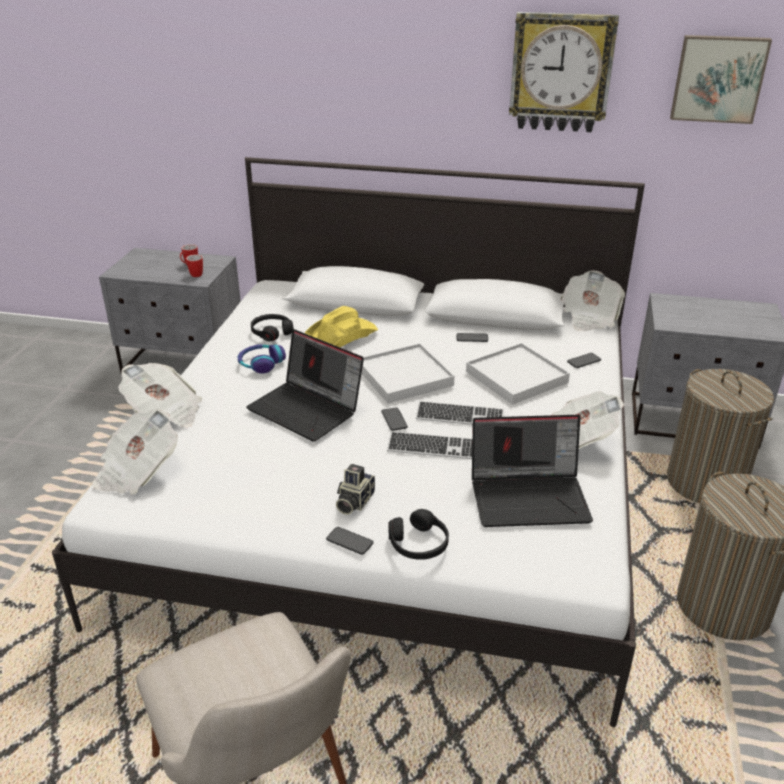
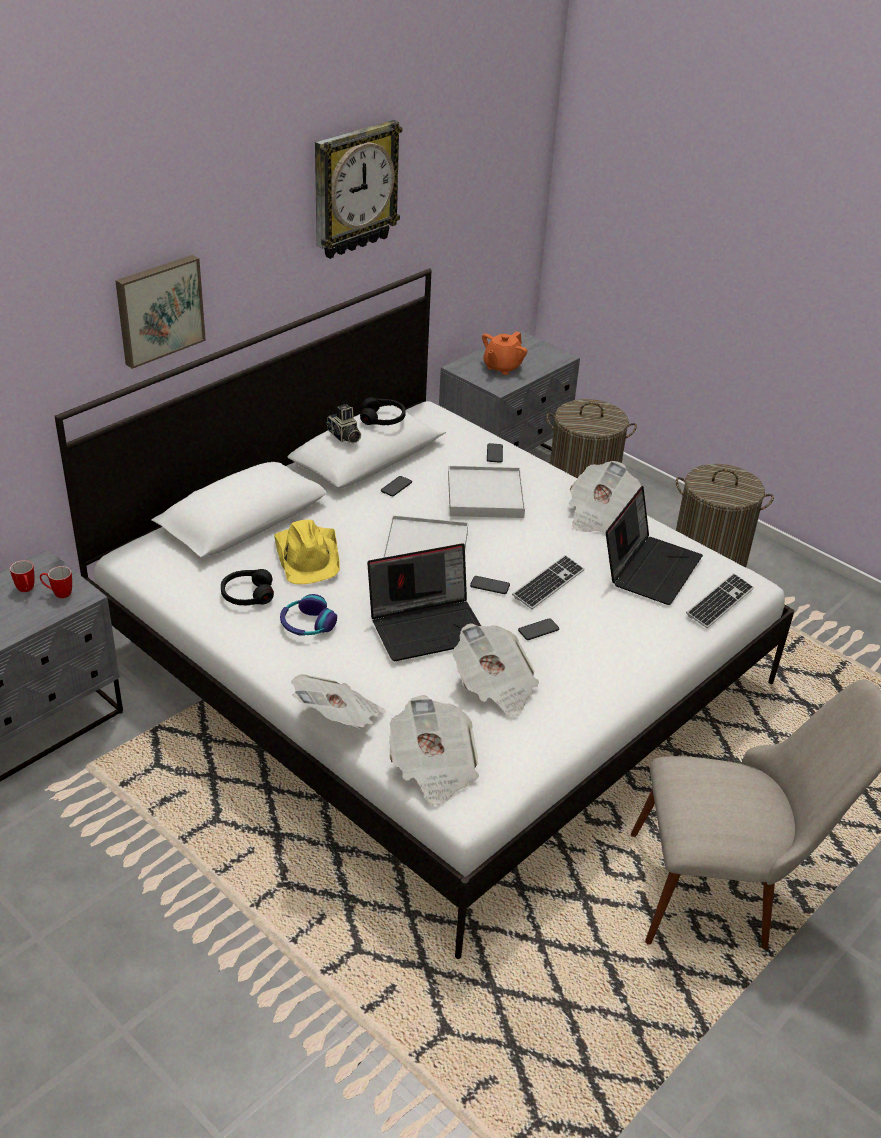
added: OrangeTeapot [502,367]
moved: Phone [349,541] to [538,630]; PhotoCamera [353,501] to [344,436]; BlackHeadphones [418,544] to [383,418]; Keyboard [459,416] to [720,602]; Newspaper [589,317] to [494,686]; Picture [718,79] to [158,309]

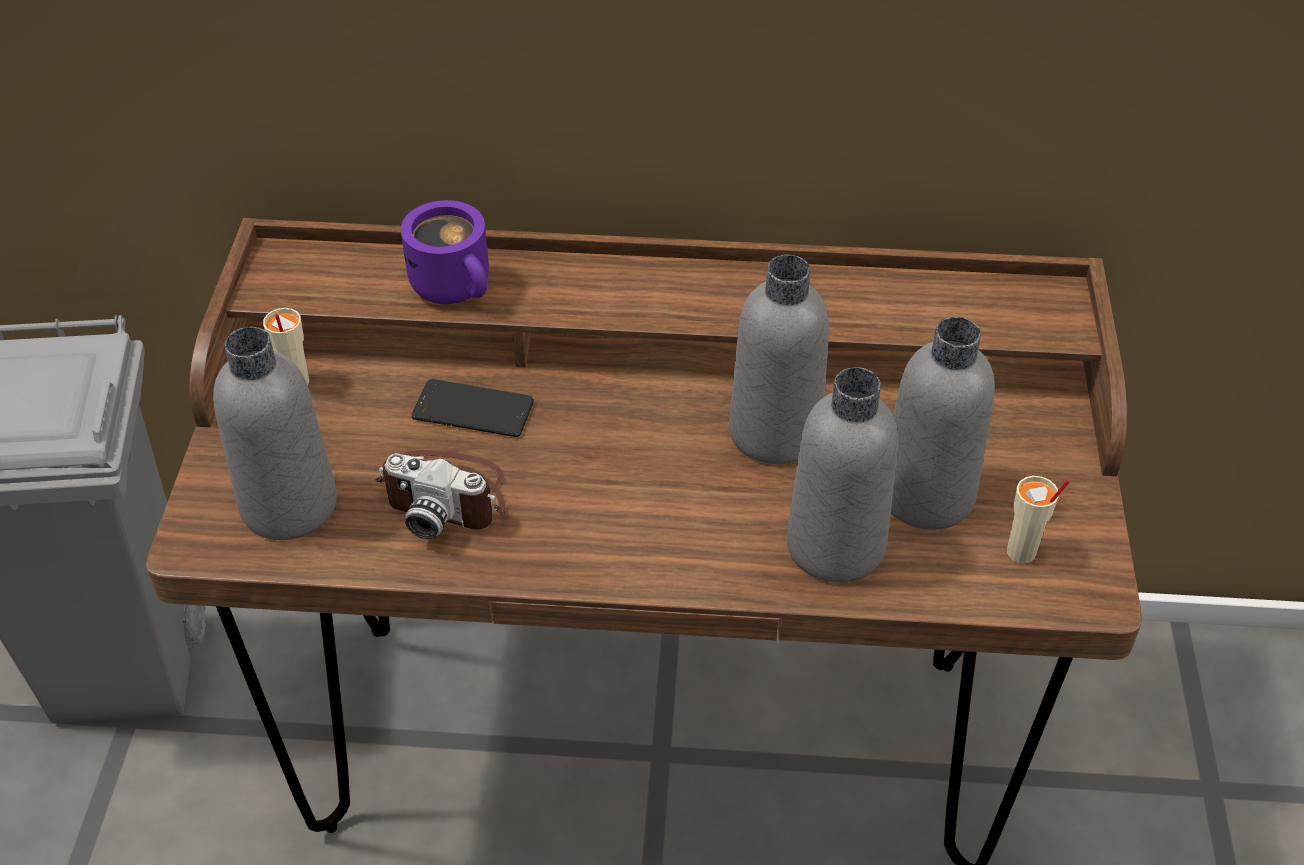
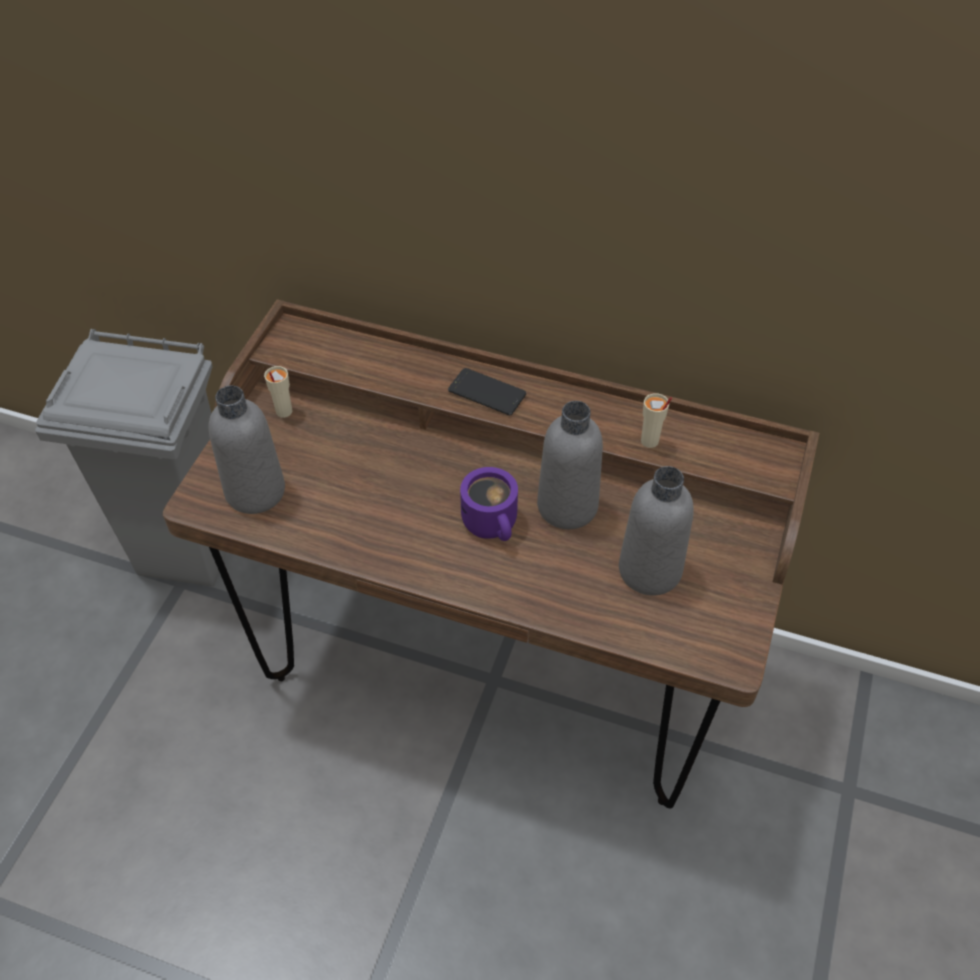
removed: PhotoCamera [446,495]; GreyBottle [835,546]
moved: PurpleMug [457,286] to [493,523]; Phone [473,410] to [487,392]; BeigeCup [1022,553] to [649,441]

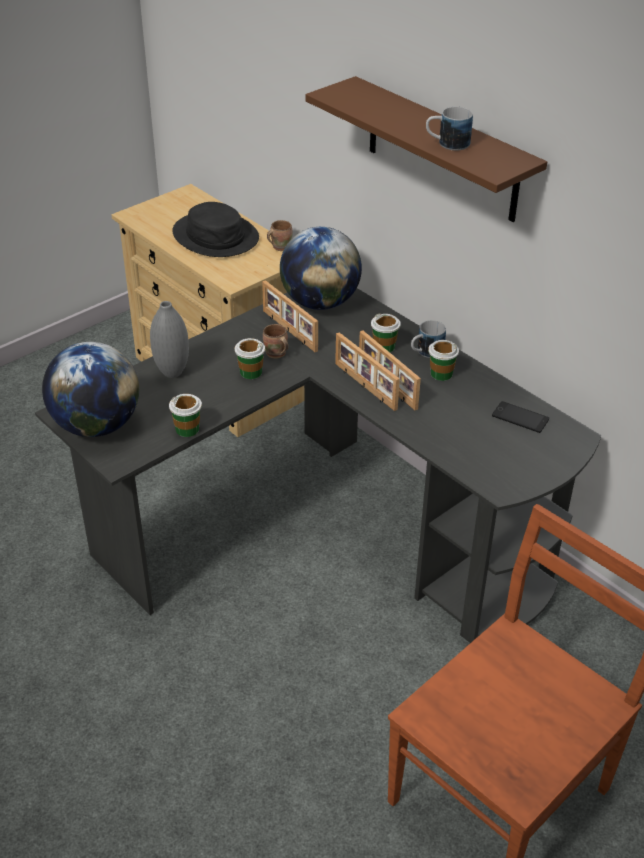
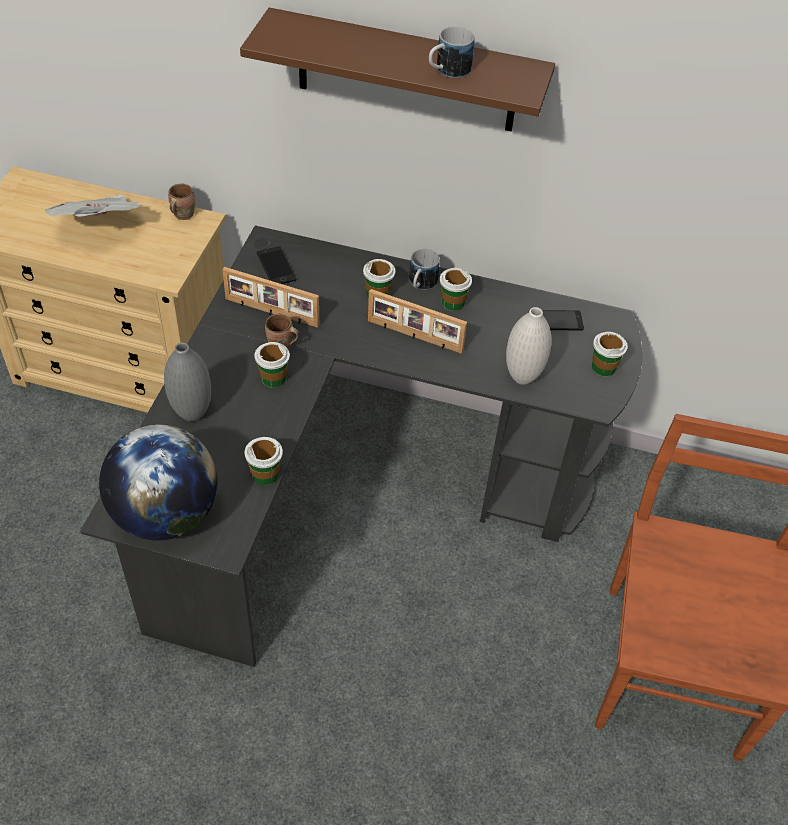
removed: PictureFrame [364,386]
added: WhiteVase [522,377]; Cup [603,367]
replaced: BlackHat [216,236] to Newspaper [101,225]; Globe [320,303] to Phone [276,266]

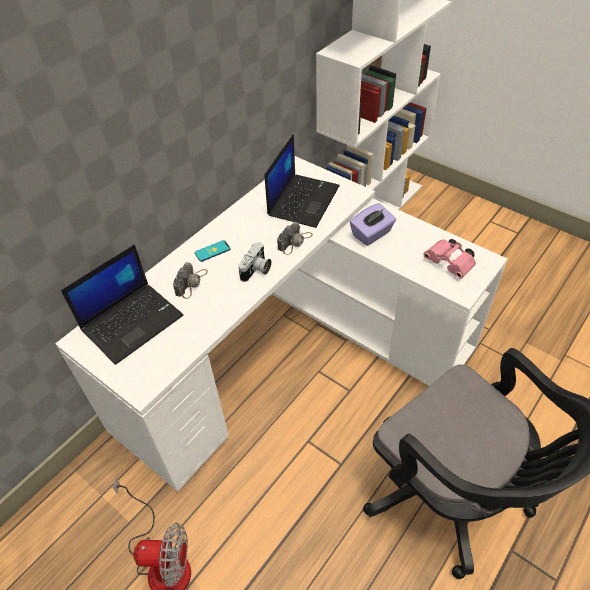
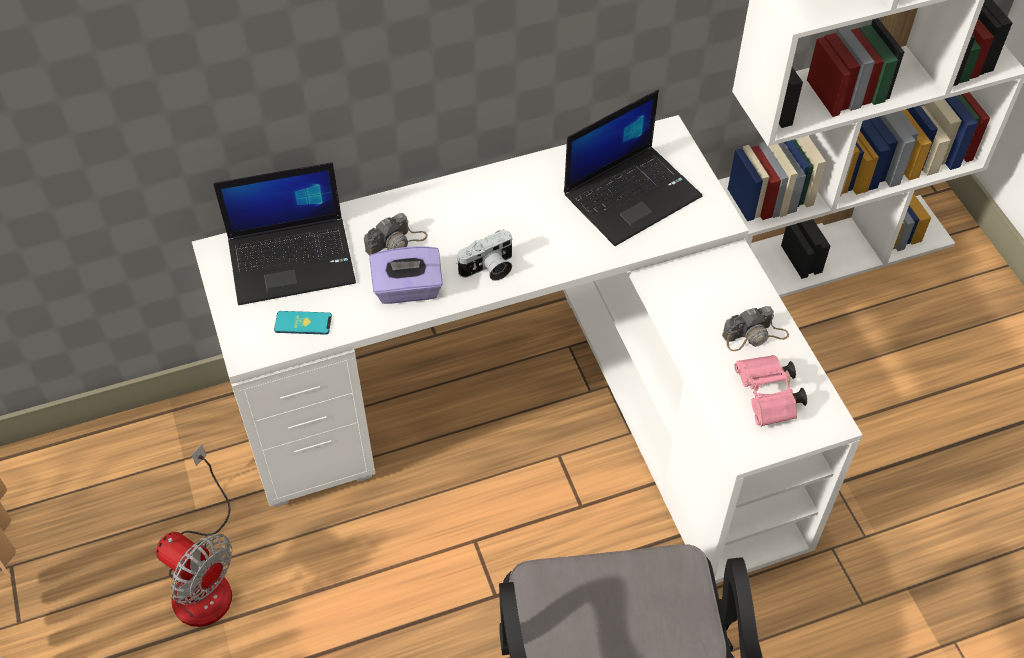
moved: Phone [212,251] to [303,323]; PhotoCamera [295,242] to [755,335]; PurpleTissueBox [372,234] to [408,290]

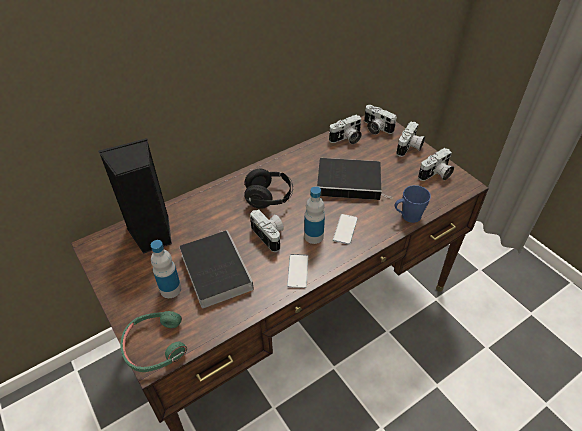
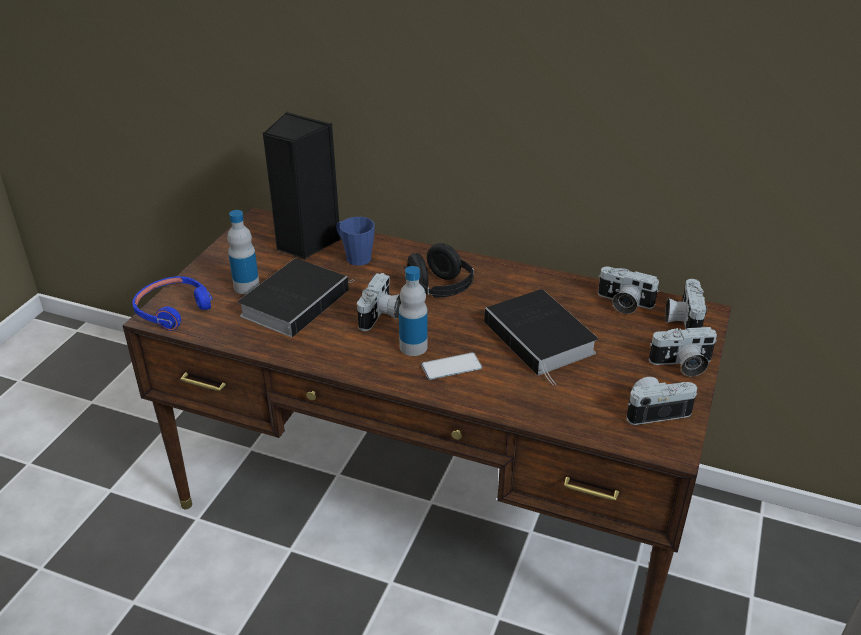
removed: Phone [298,271]
moved: BlueMug [407,216] to [355,257]
recoloured: GreenHeadphones [155,346] to BlueHeadphones [173,309]
turned: PhotoCamera [436,174] = [655,410] 150 degrees clockwise

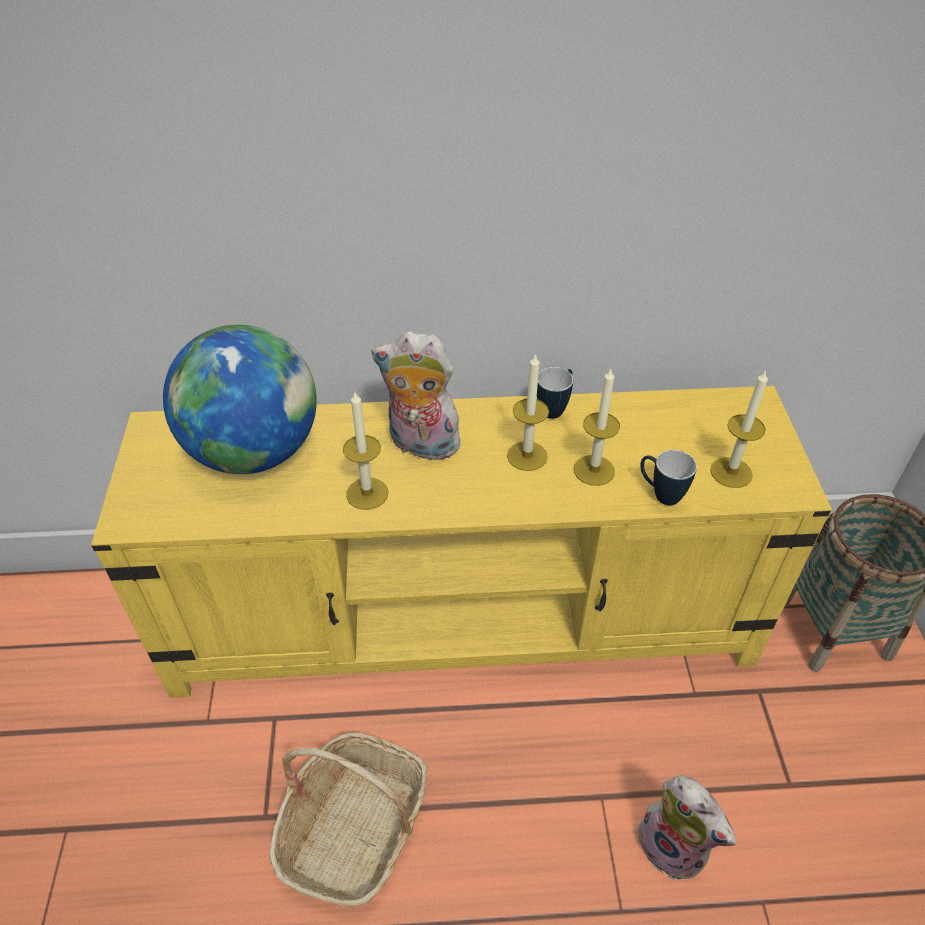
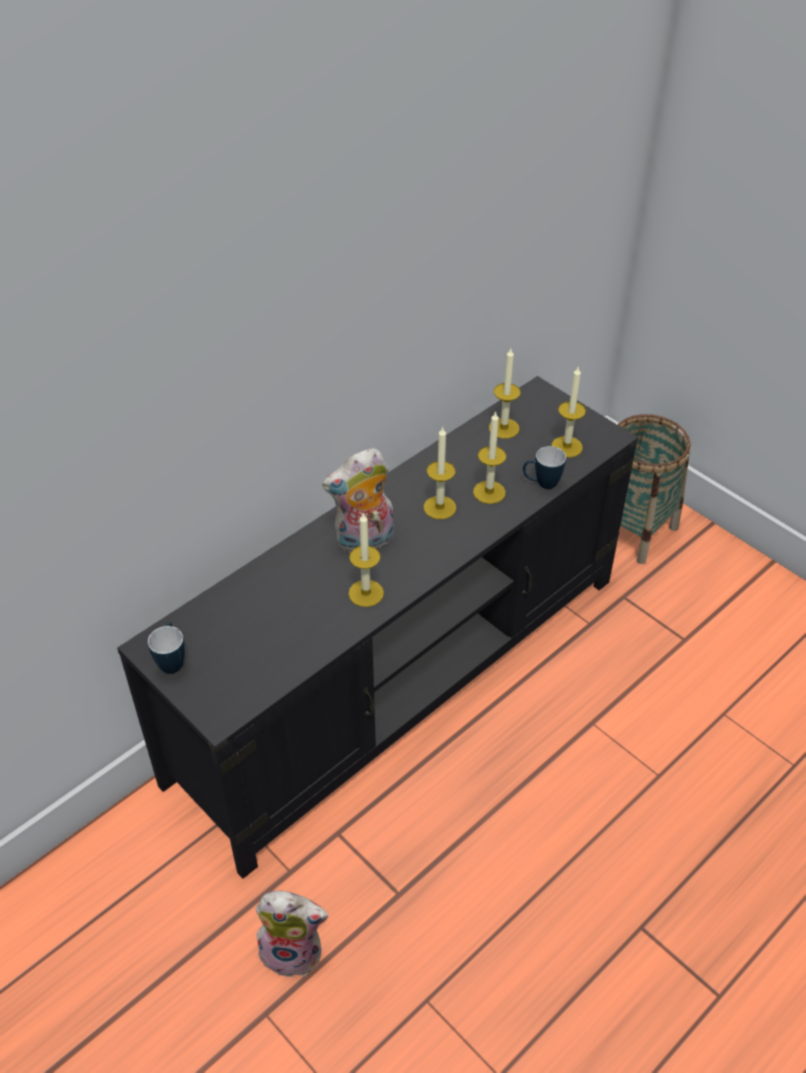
removed: Globe [254,451]; Basket [355,827]
added: Candle [504,428]
moved: Mug [555,408] to [172,661]; PlushToy [675,846] to [293,950]
recoloured: YellowTvStand [464,618] to BlackTvStand [402,676]

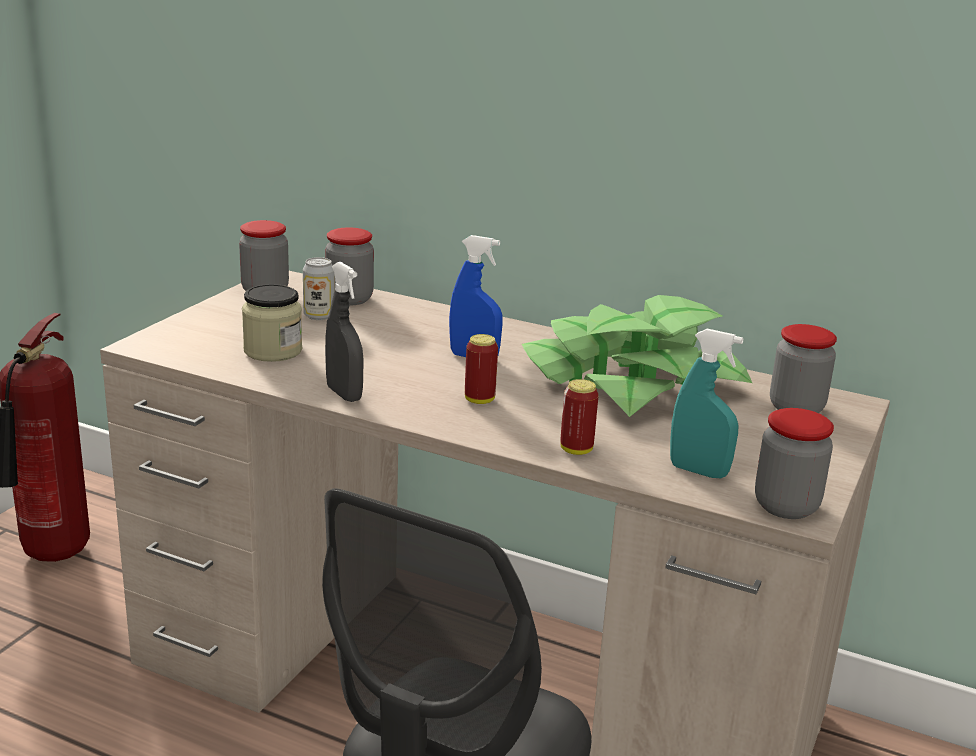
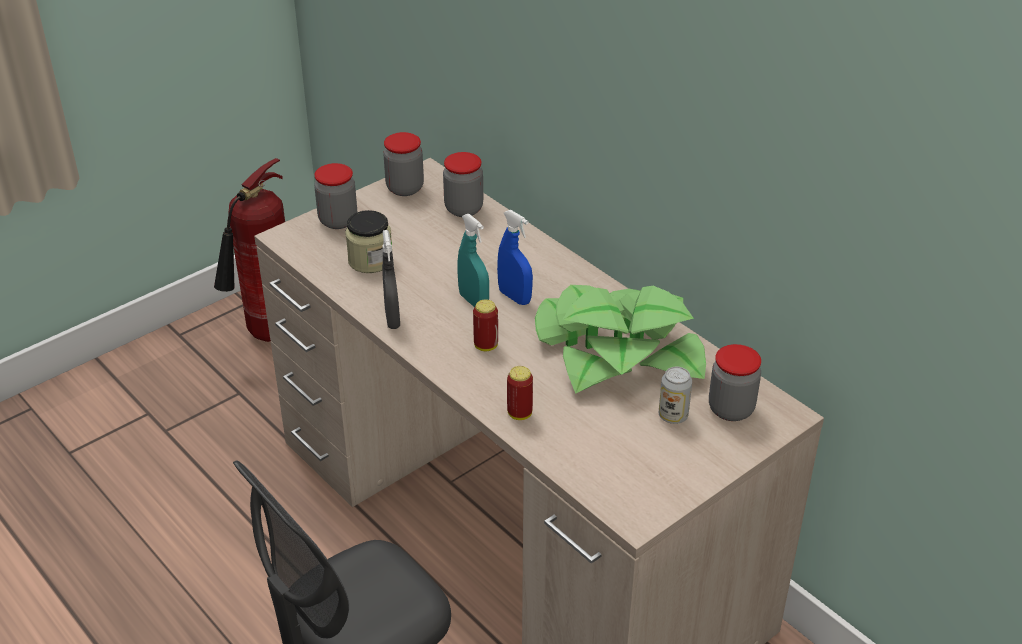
moved: Can [319,316] to [673,416]; TurquoiseSprayBottle [698,471] to [473,301]; Jar [786,506] to [338,220]

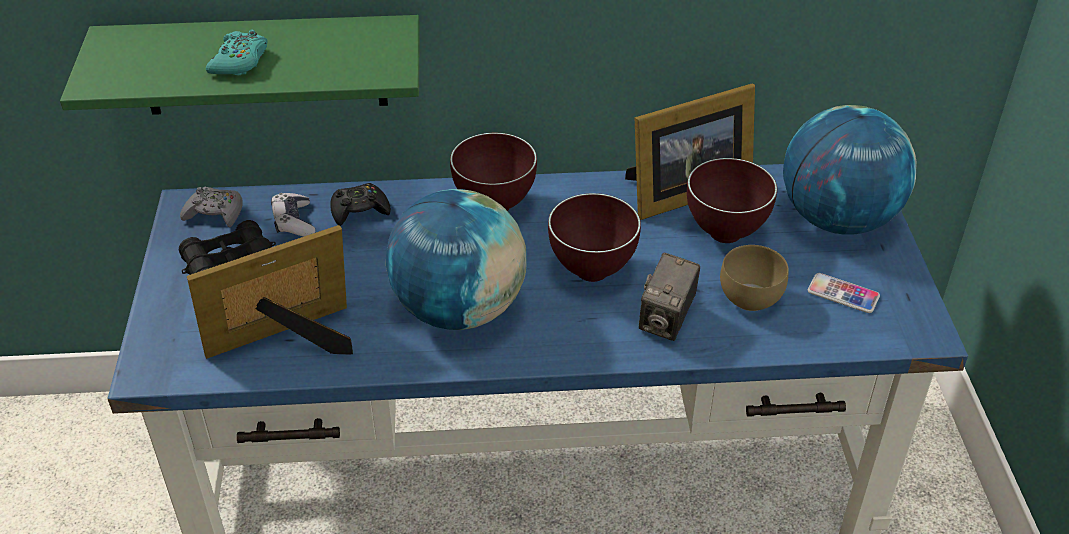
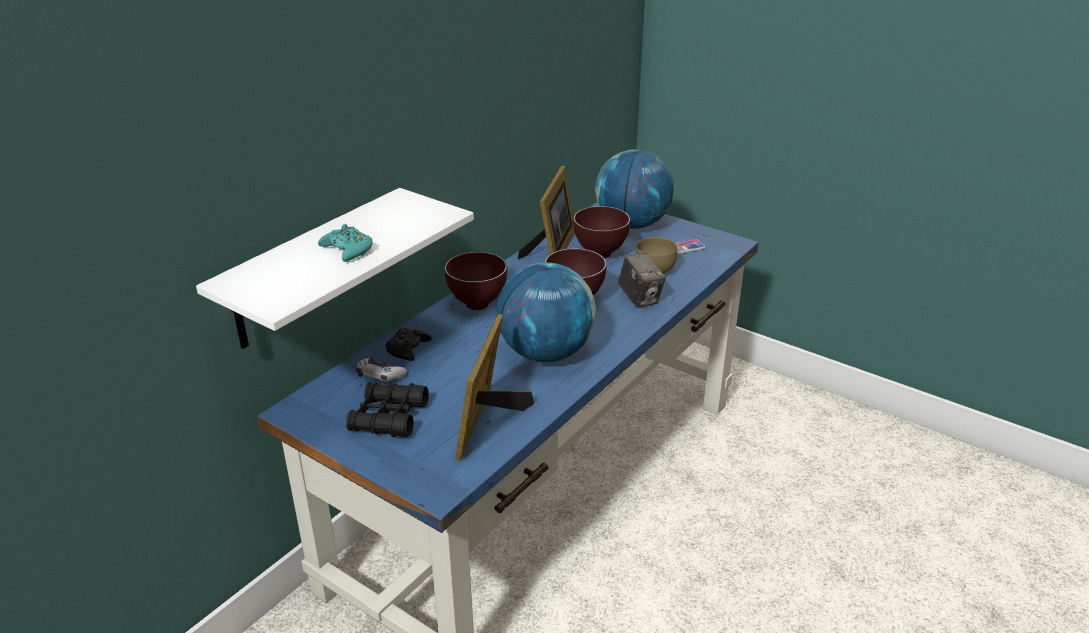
removed: GreyGameController [215,213]
recoloured: GreenShelf [263,65] to WhiteShelf [313,269]

